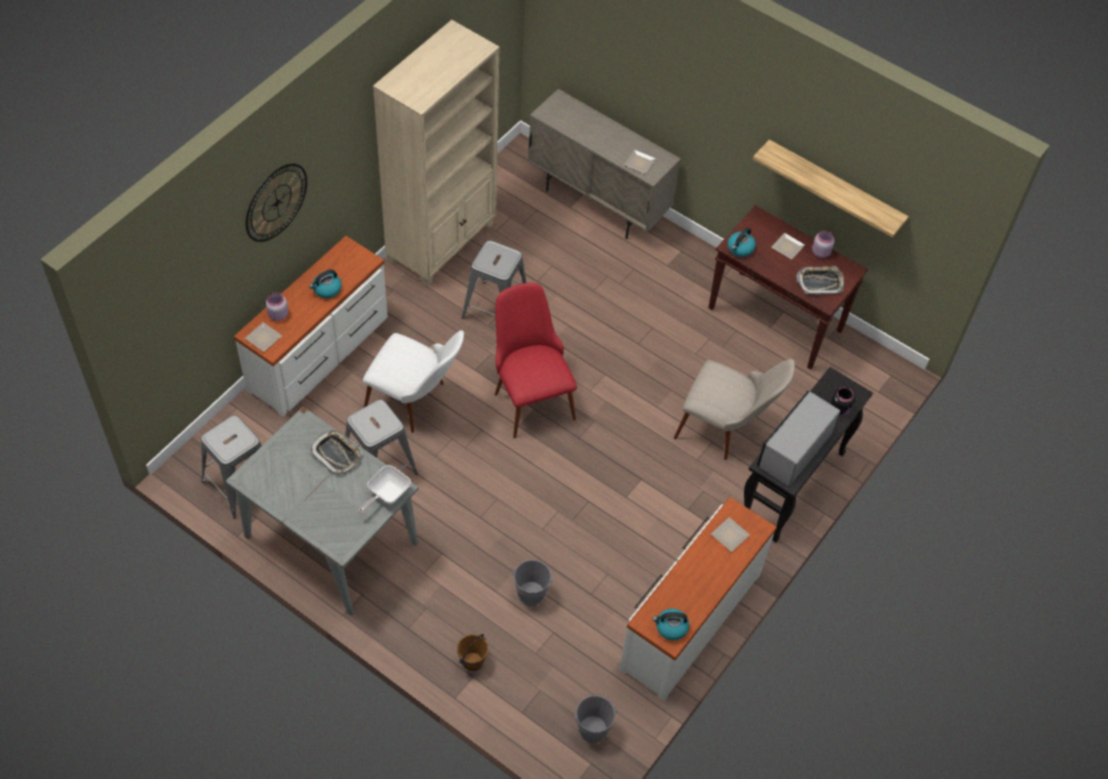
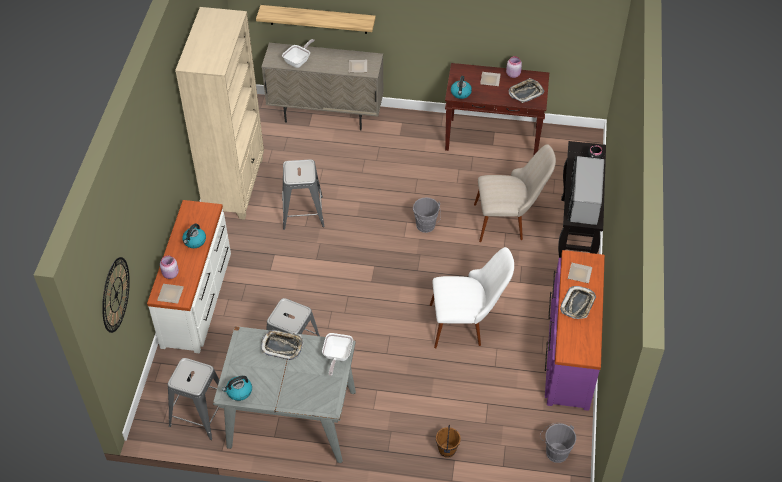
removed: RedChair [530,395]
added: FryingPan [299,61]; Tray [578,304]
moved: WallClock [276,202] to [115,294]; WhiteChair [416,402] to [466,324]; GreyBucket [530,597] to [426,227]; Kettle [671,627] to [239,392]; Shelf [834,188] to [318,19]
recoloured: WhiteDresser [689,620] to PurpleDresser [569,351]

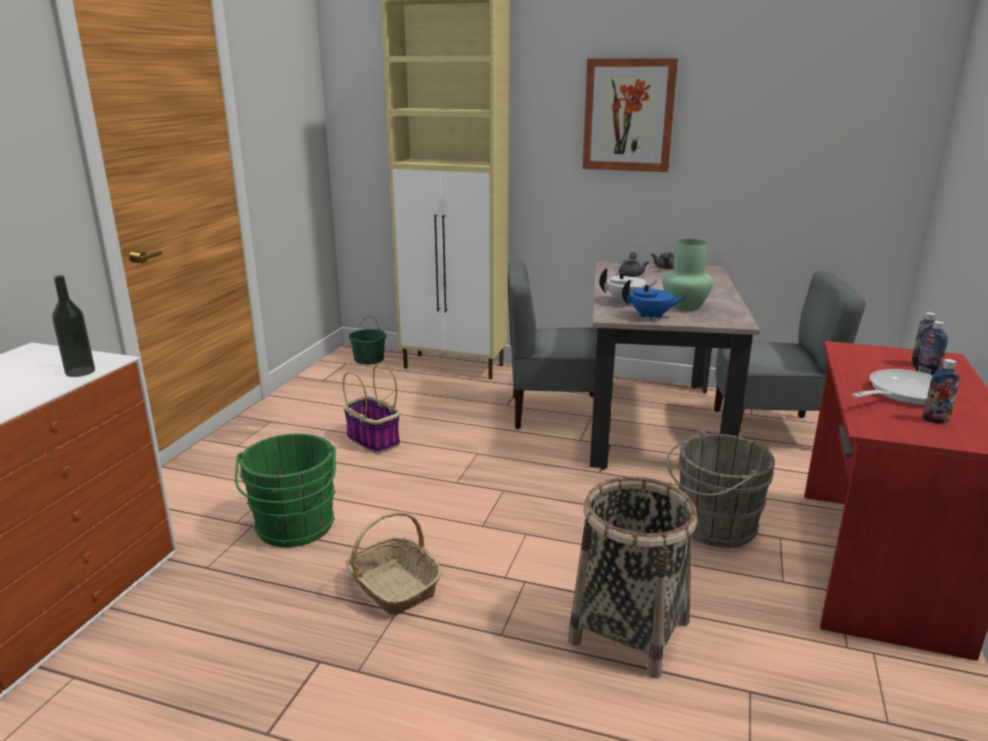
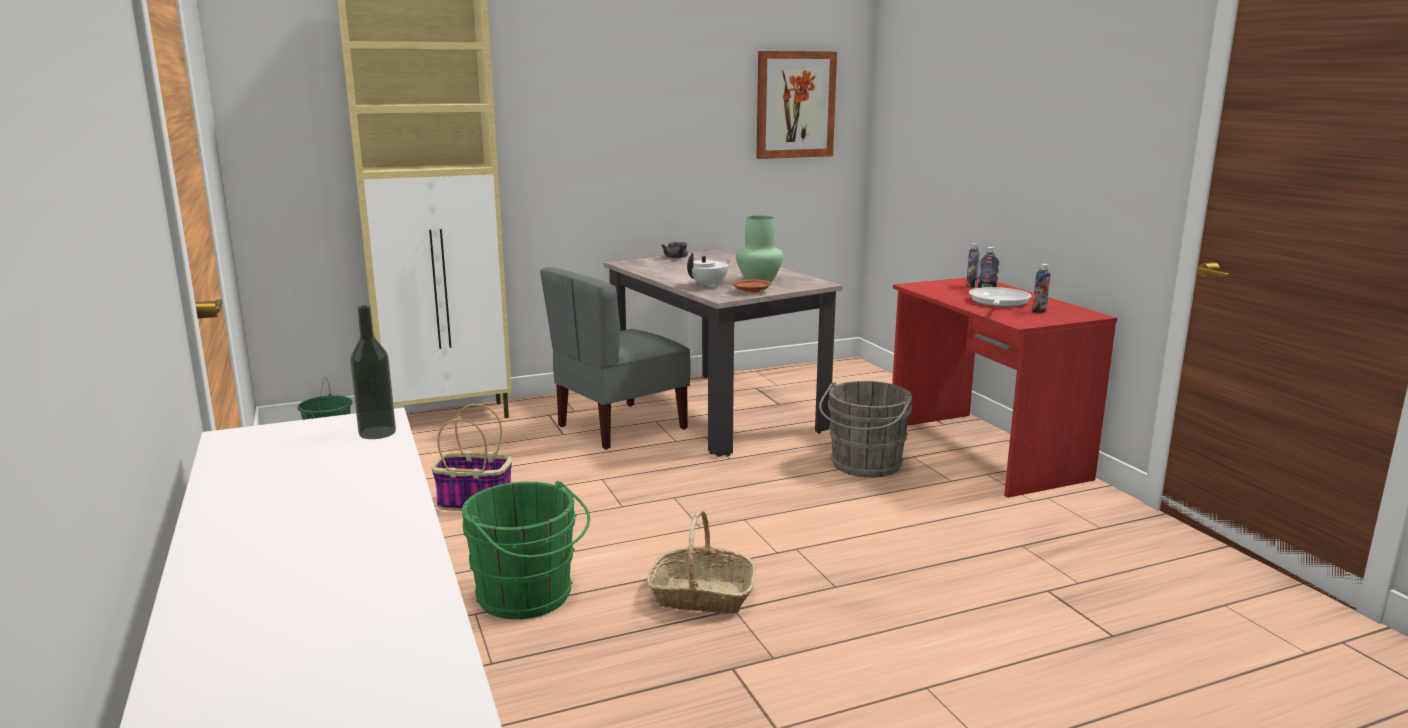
removed: Basket [630,631]; GreyTeapot [631,274]; GreyChair [768,431]
moved: Picture [628,115] to [795,105]
replaced: BlueTeapot [651,316] to BrownPlate [752,291]

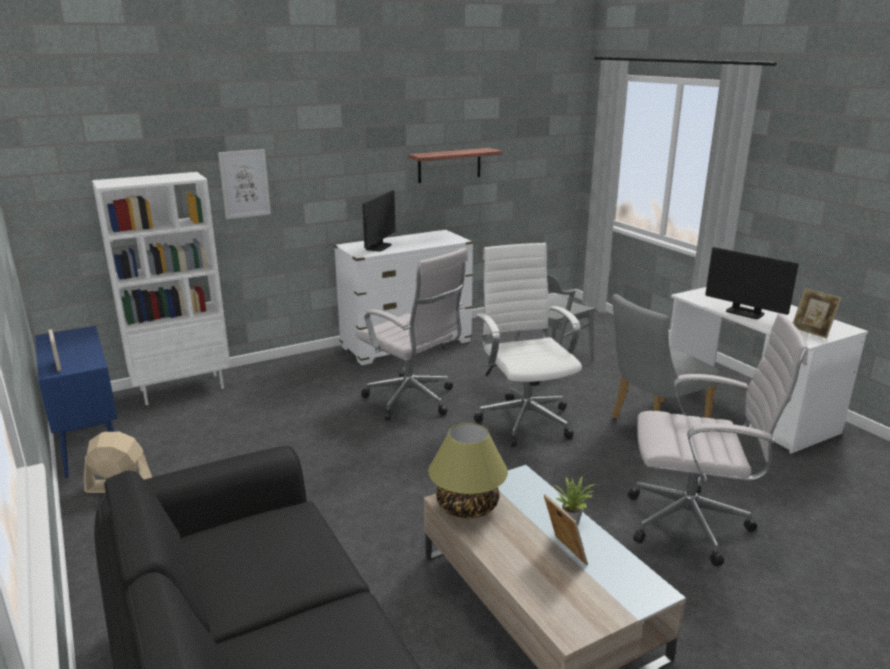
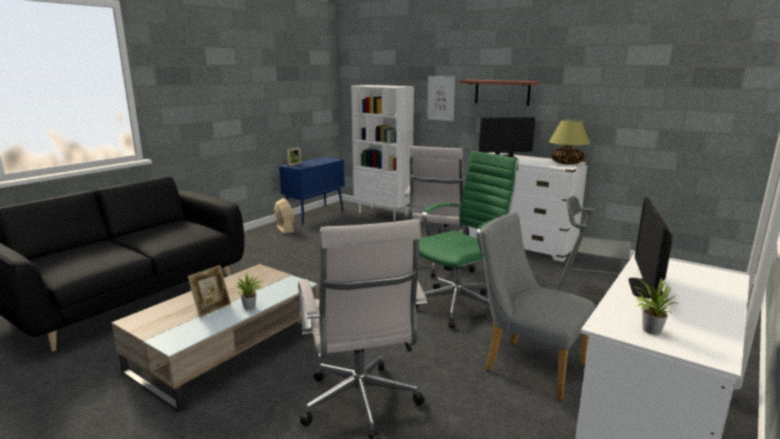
moved: Shelf [449,165] to [502,92]; TableLamp [467,506] to [566,163]
replaced: PictureFrame [811,331] to PottedPlant [649,329]
recoloured: WhiteOfficeChair [524,419] to GreenOfficeChair [460,305]

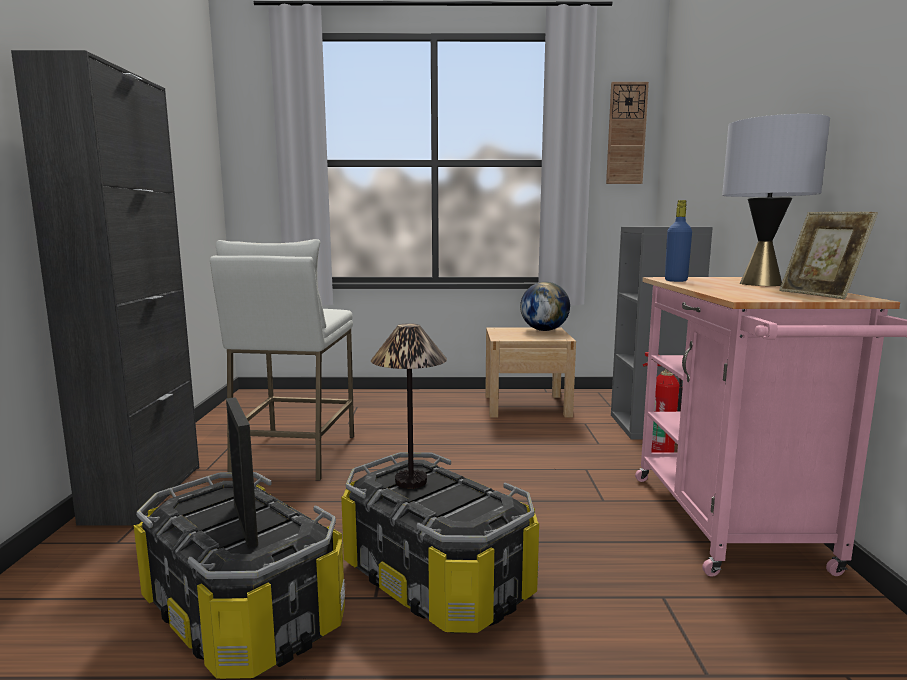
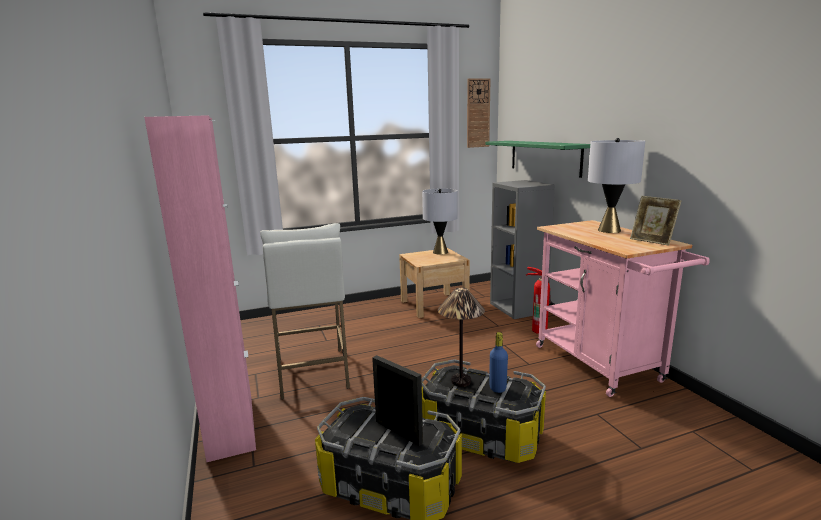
added: GreenShelf [544,157]
moved: BlueBottle [676,280] to [497,388]
replaced: Globe [544,330] to GreyTableLamp [440,252]
recoloured: BlackCabinet [144,493] to PinkCabinet [231,426]

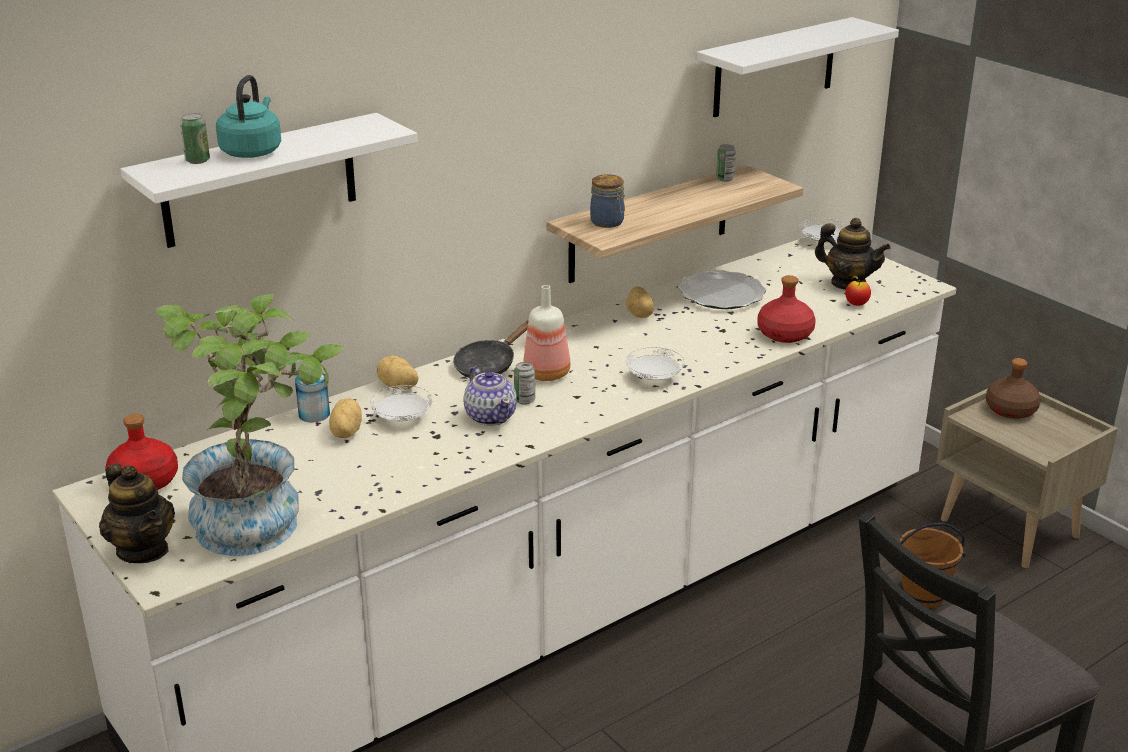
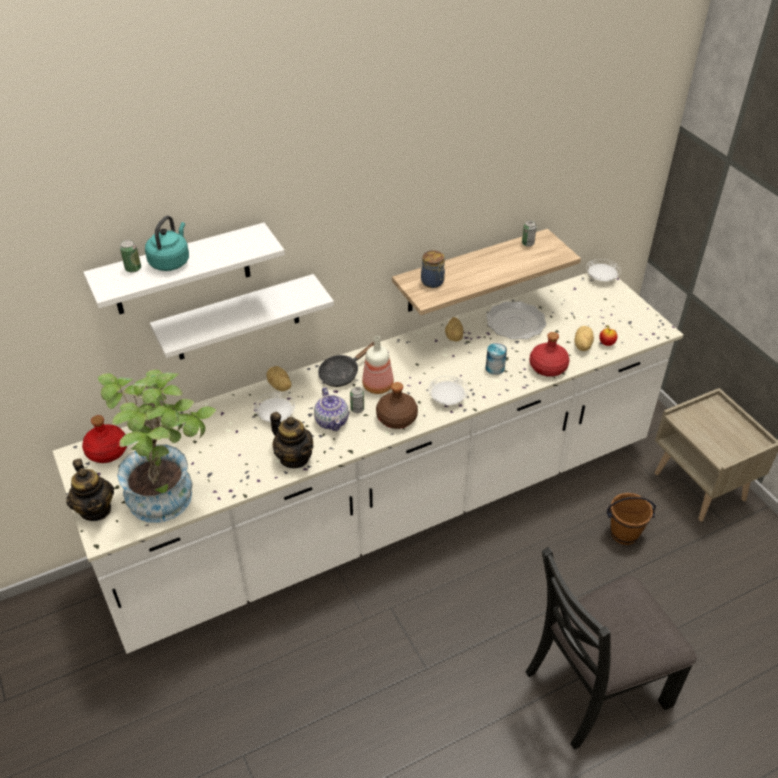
moved: Can [314,414] to [495,368]; Potato [345,432] to [581,346]; WhiteShelf [774,67] to [237,318]; Teapot [848,284] to [294,458]; BrownBottle [1010,410] to [396,418]

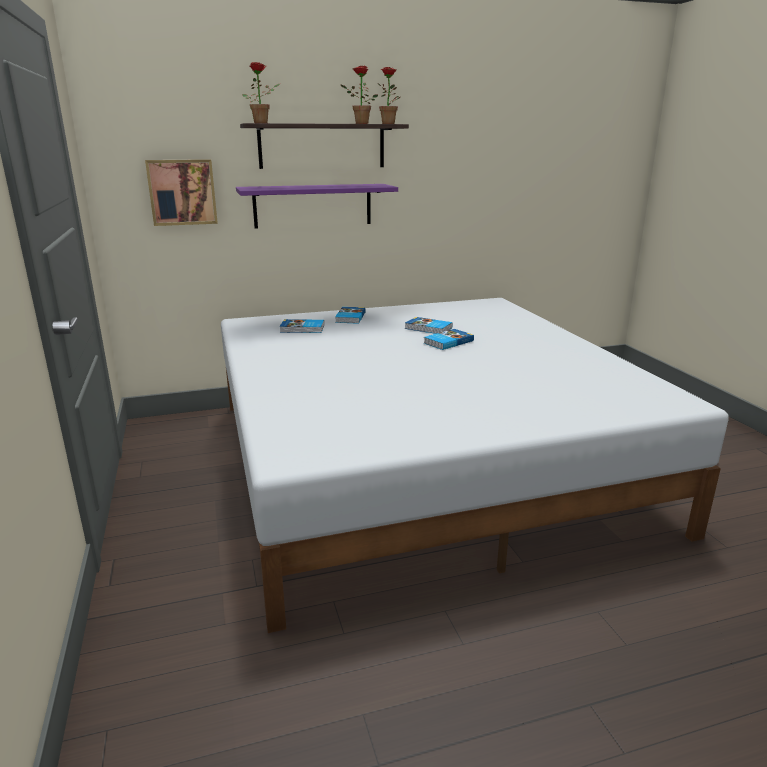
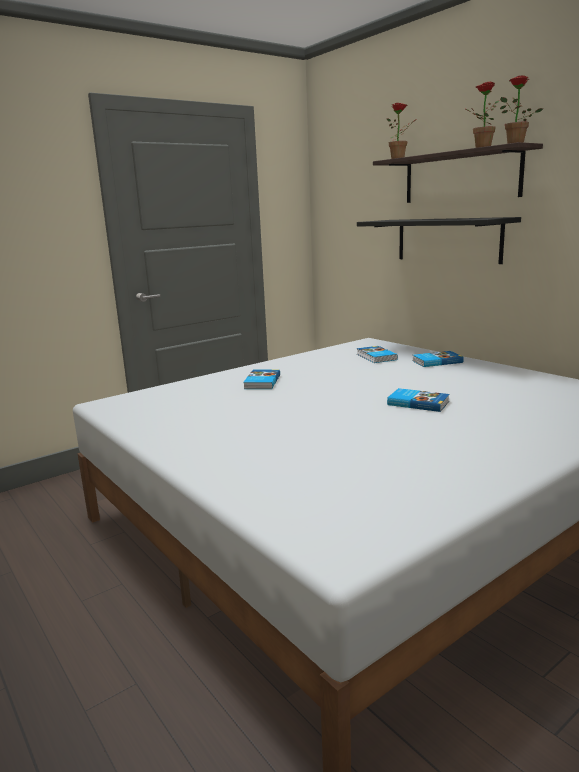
removed: Picture [182,192]
moved: Book [428,328] to [261,382]
recoloured: PurpleShelf [313,205] to BlackShelf [448,240]

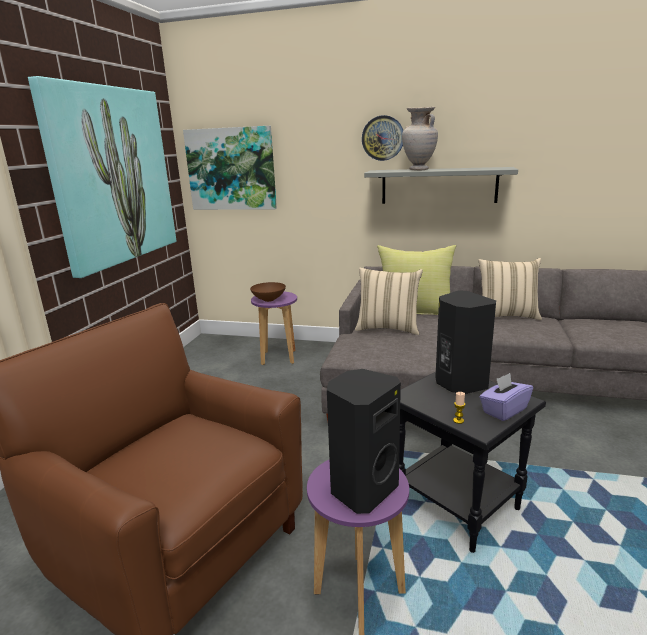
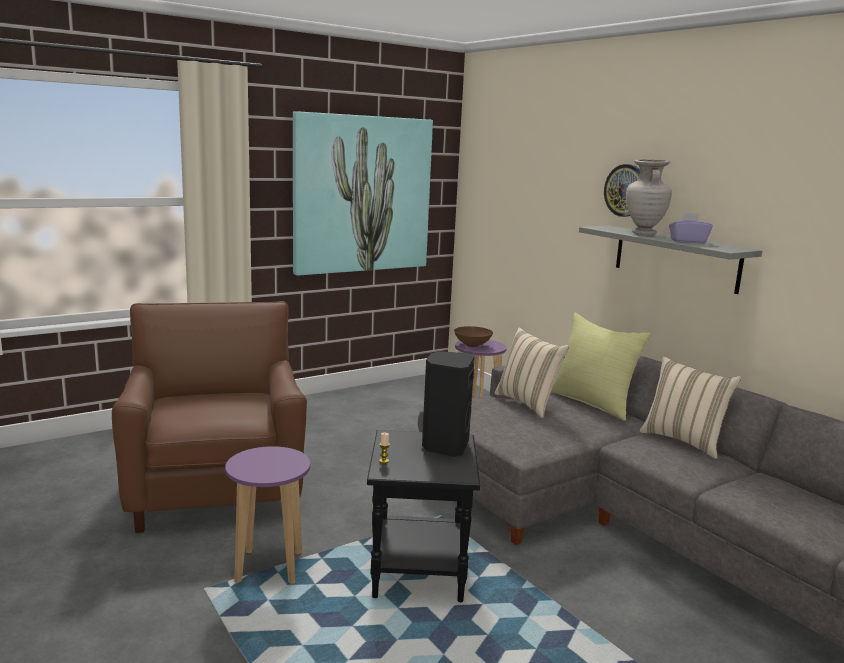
removed: Picture [231,169]; BlackSpeaker [362,489]
moved: PurpleTissueBox [504,410] to [687,241]

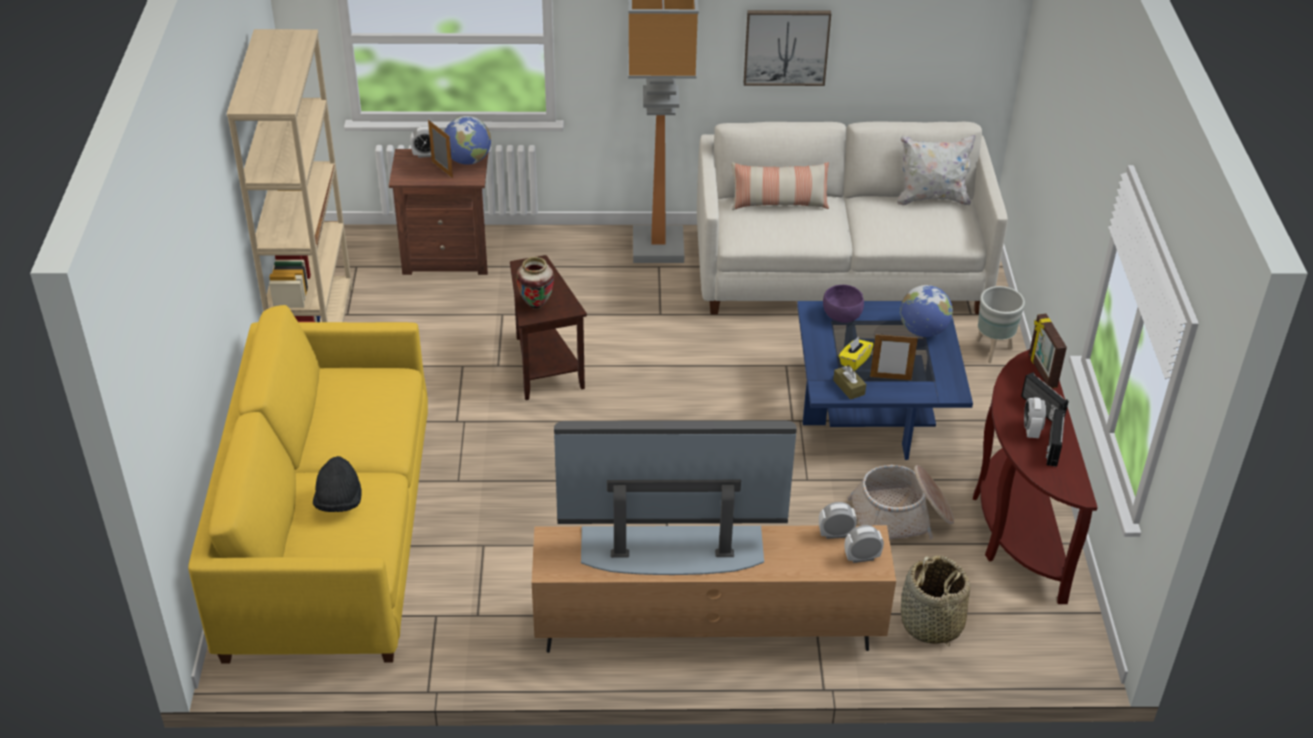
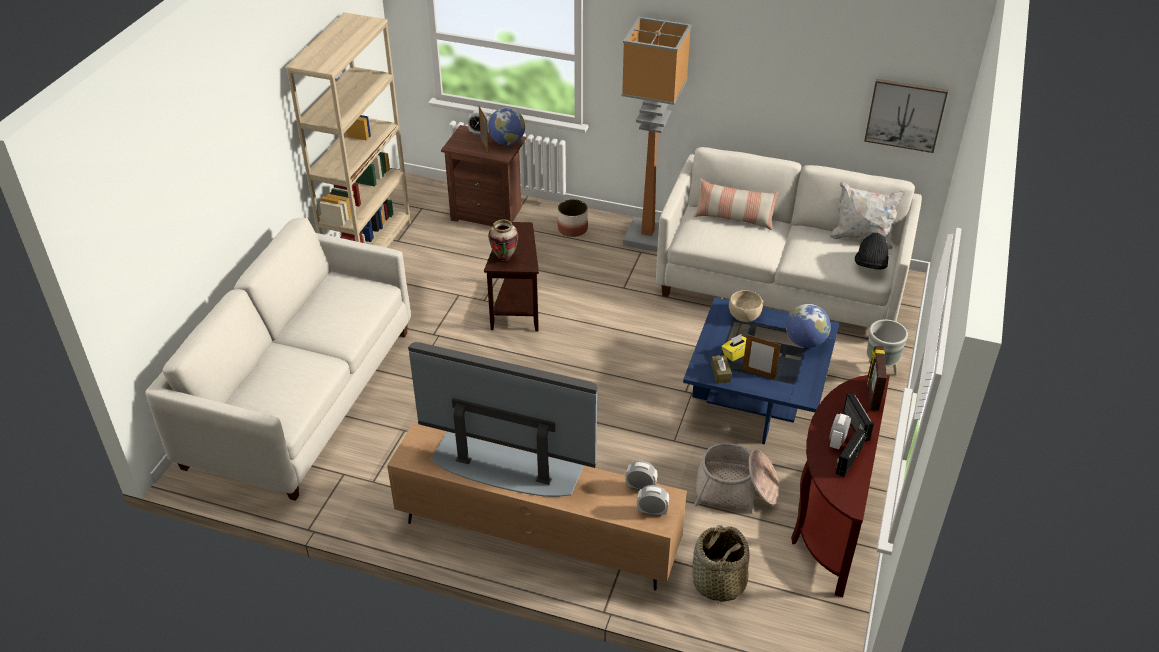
added: Planter [573,229]
moved: BlackHat [339,502] to [870,265]; Picture [786,47] to [905,115]
recoloured: YellowSofa [329,537] to WhiteSofa [300,397]; PurpleBowl [842,316] to BeigeBowl [744,316]

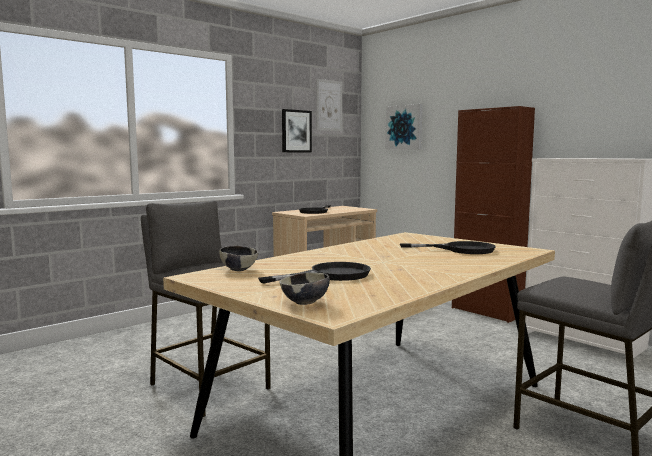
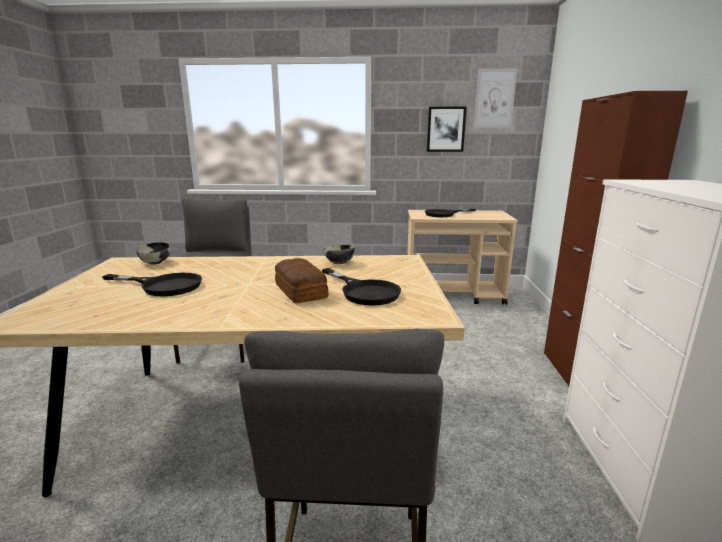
removed: Picture [404,127]
added: Bread [300,291]
moved: Bowl [305,303] to [339,263]

